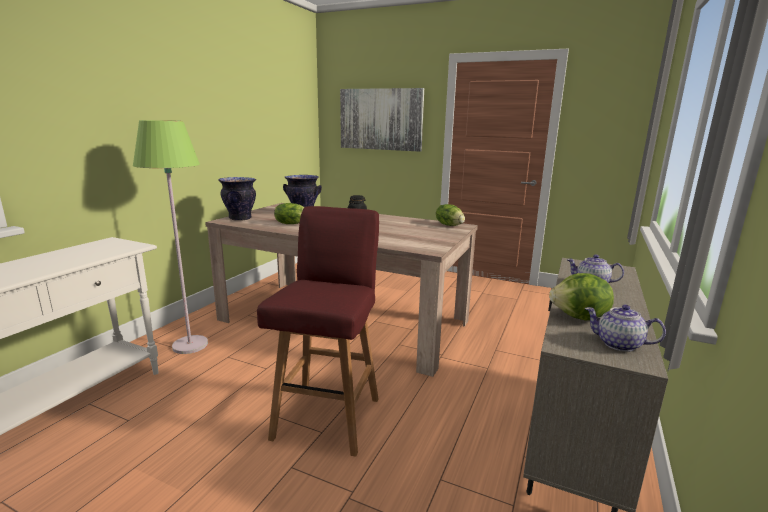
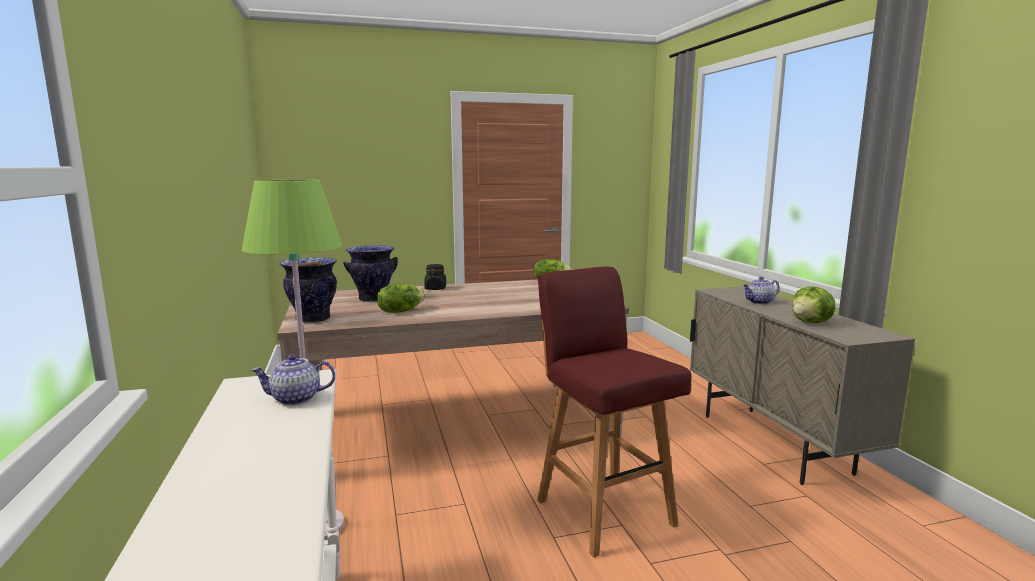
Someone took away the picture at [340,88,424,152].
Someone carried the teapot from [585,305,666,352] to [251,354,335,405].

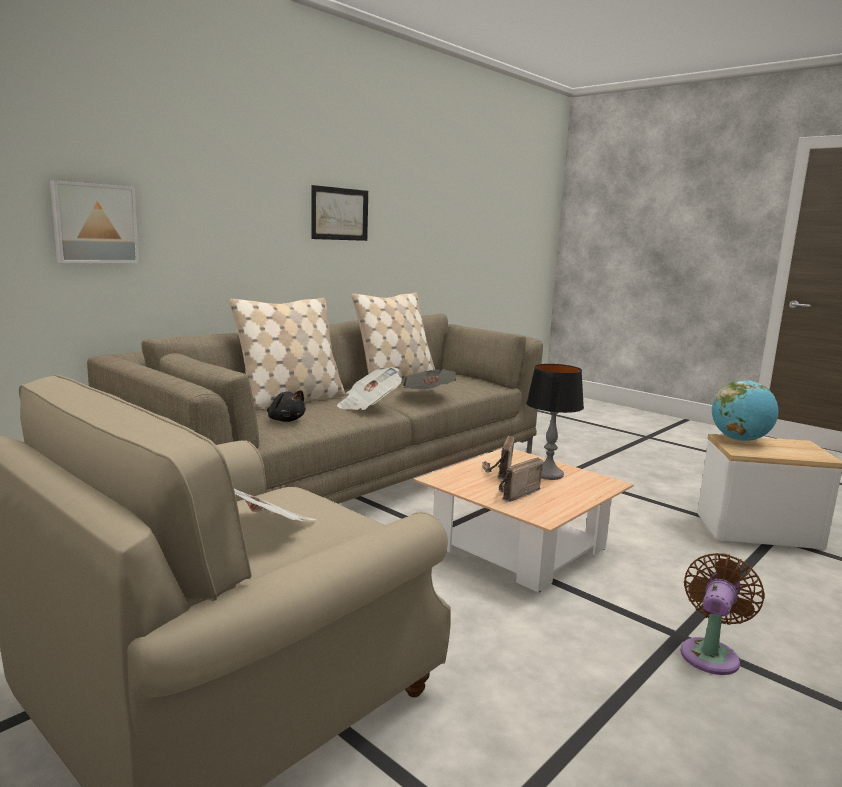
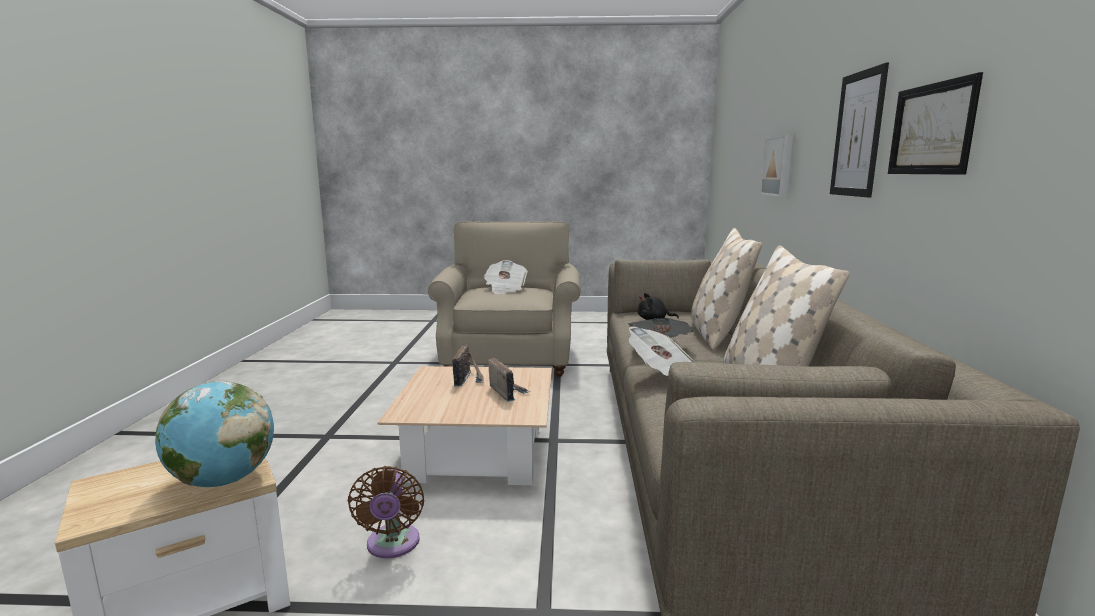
Someone took away the table lamp at [526,364,584,480].
Someone carried the brown fan from [680,553,765,675] to [348,466,424,558].
Someone put up the picture at [830,62,889,198].

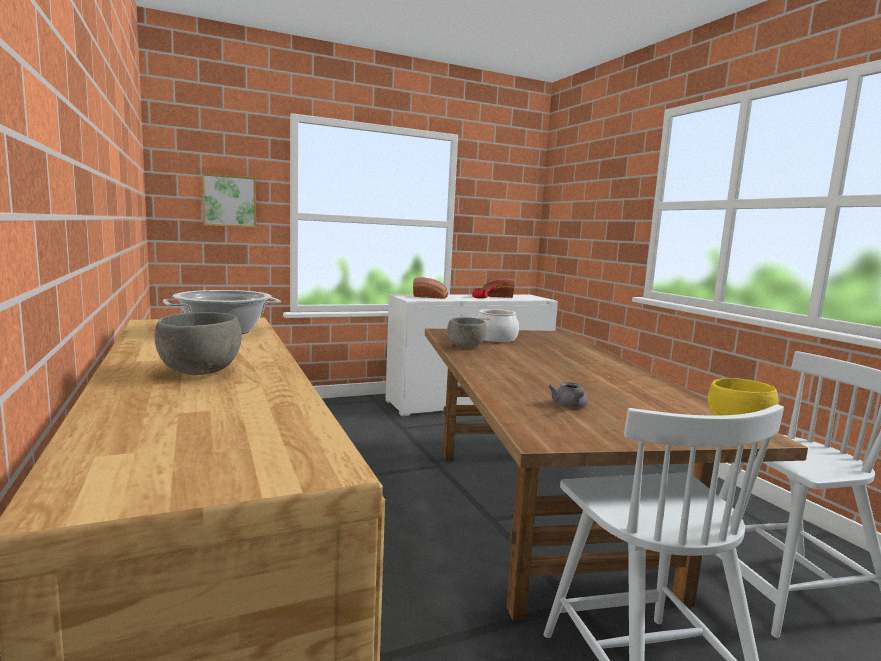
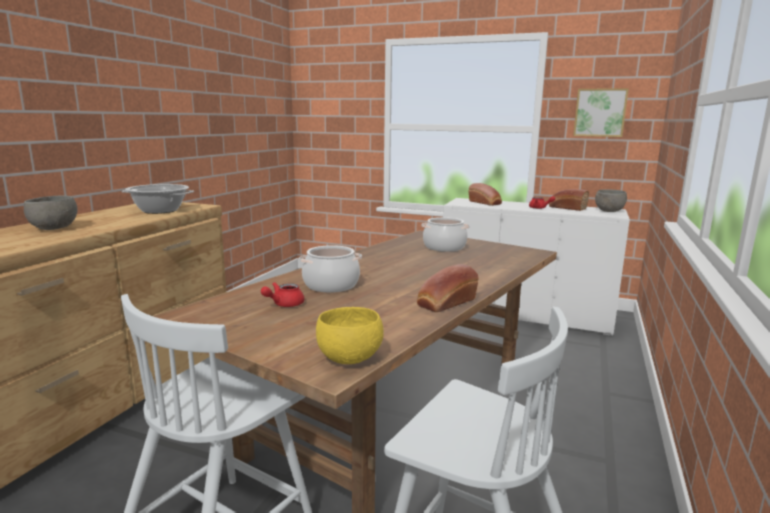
Someone carried the picture from [202,173,256,228] to [573,88,629,137].
Someone carried the grey bowl from [447,317,487,348] to [595,189,627,212].
Someone repainted the grey teapot at [549,382,588,408], which became the red teapot at [261,282,304,307].
Someone put down the cooking pot at [299,245,362,293].
Someone put down the bread at [417,264,479,312].

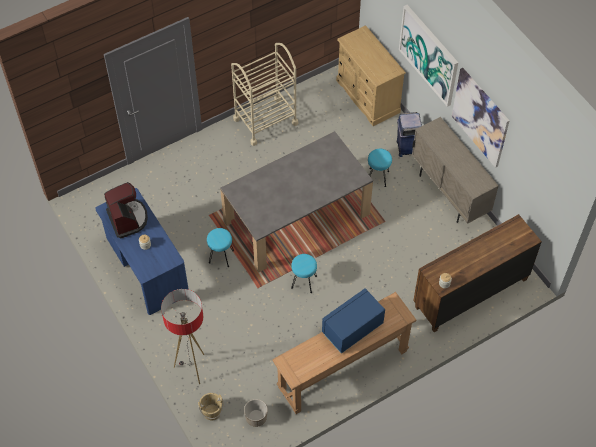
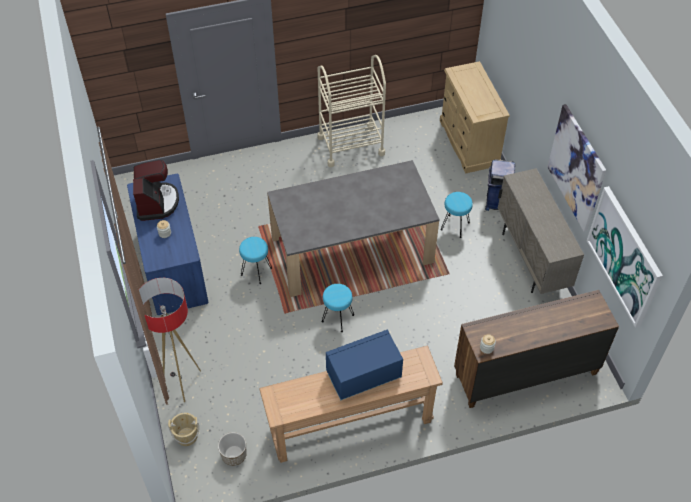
Someone carried the picture from [399,5,458,107] to [587,186,663,328].

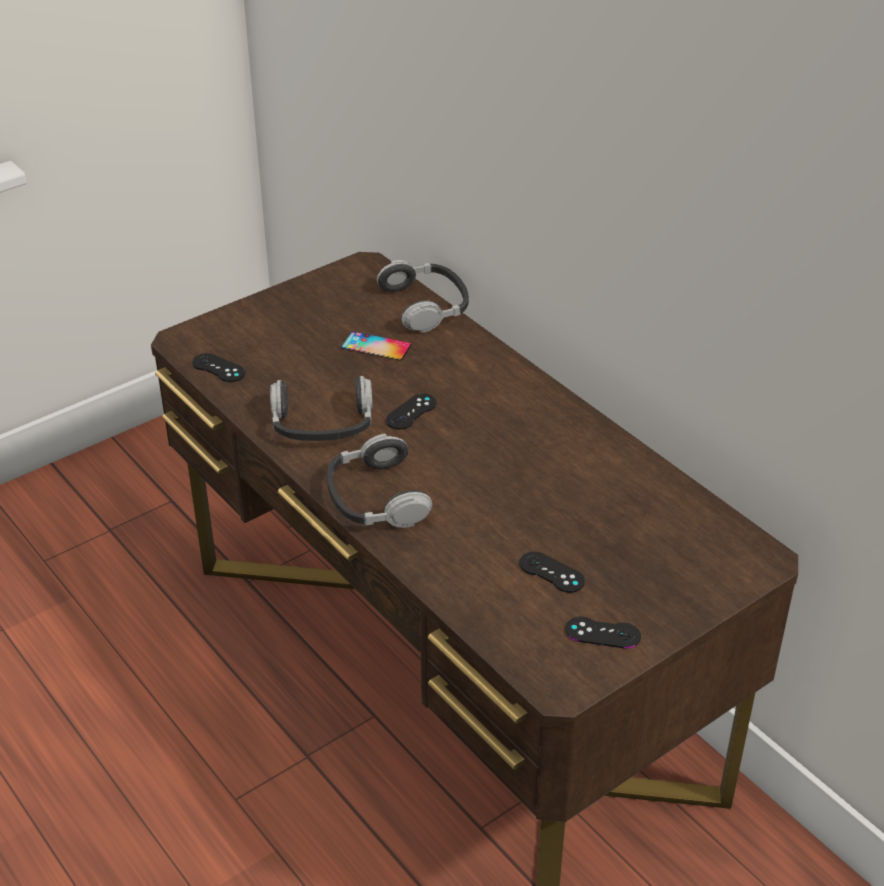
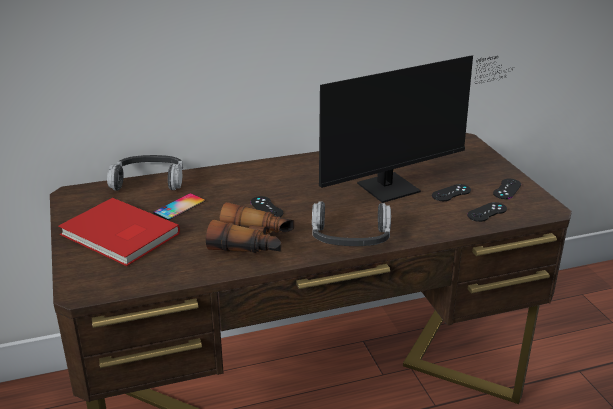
Someone carried the black game controller from [192,353,245,382] to [467,202,507,222].
Someone swapped the headphones at [270,376,372,441] for the binoculars at [206,202,294,253].
Someone put down the monitor at [319,55,513,203].
Someone put down the red book at [58,198,180,266].

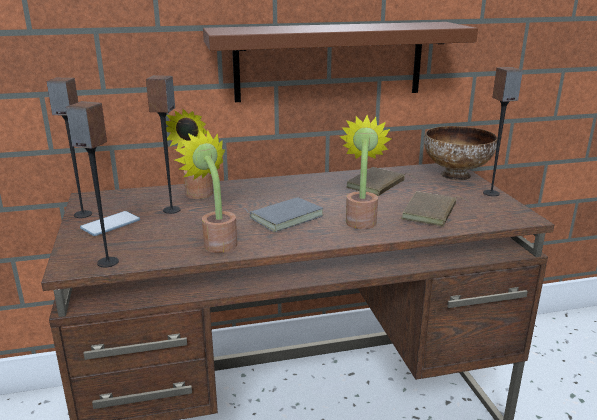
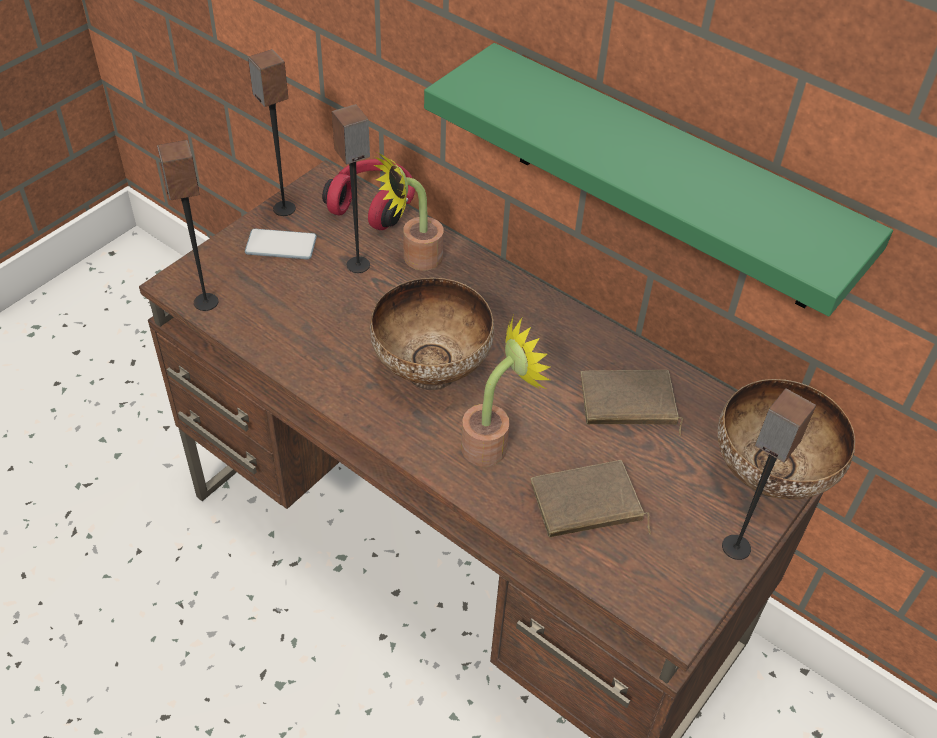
Someone repainted the brown shelf at [203,22,478,102], which became the green shelf at [424,43,893,317].
Someone took away the potted plant at [175,129,237,253].
Someone swapped the grey book at [244,197,323,232] for the bowl at [370,278,494,390].
Someone put down the red headphones at [322,159,415,230].

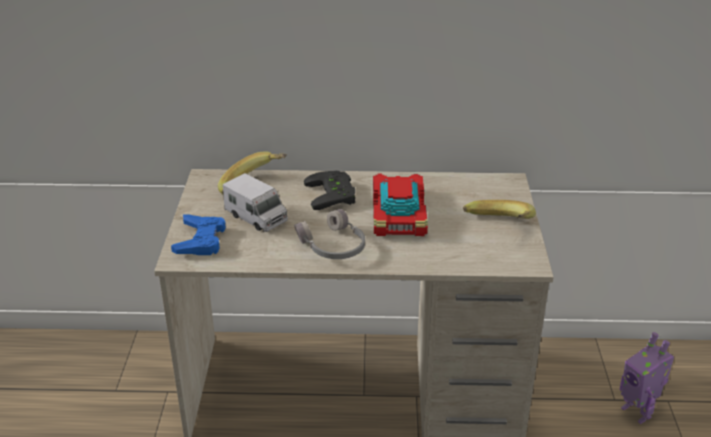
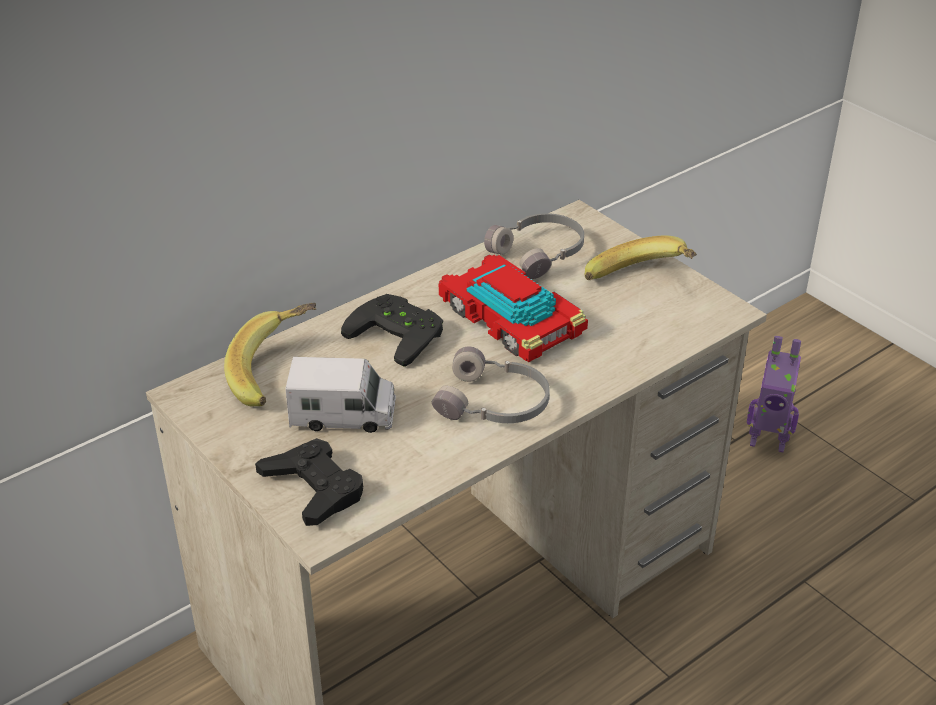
Someone repainted the blue game controller at [171,214,226,255], which became the black game controller at [255,438,363,526].
Someone put down the grey headphones at [484,213,584,279].

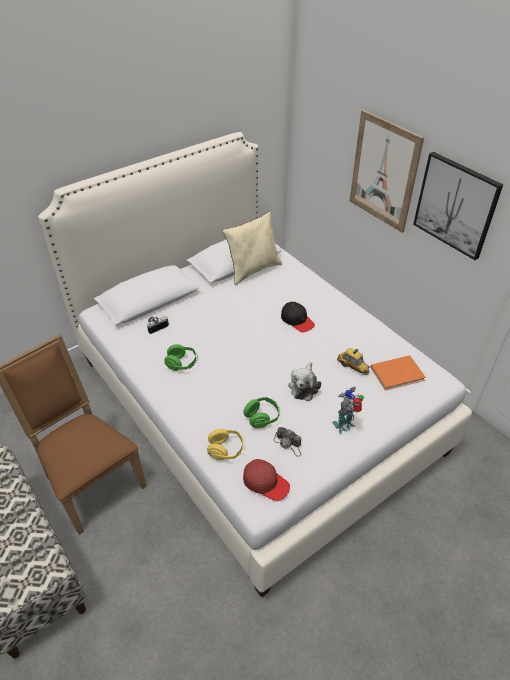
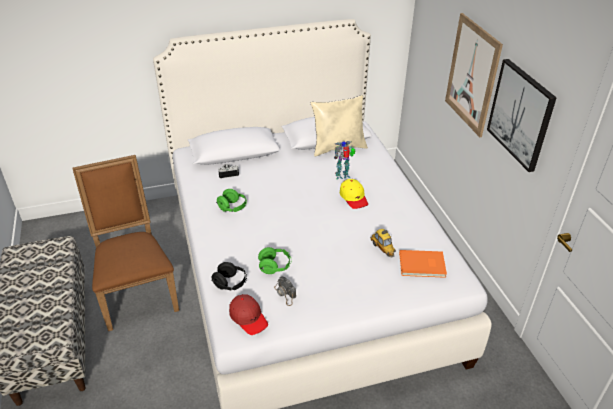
Someone repainted the black cap at [281,302,315,333], which became the yellow cap at [340,179,368,209].
Someone took away the plush toy at [288,362,321,401].
Someone carried the toy robot from [332,387,364,434] to [334,141,356,180].
Someone repainted the yellow headphones at [207,429,244,460], which became the black headphones at [211,262,247,290].

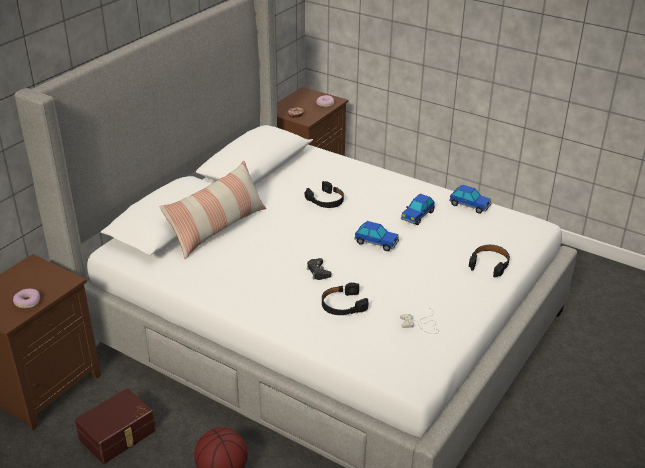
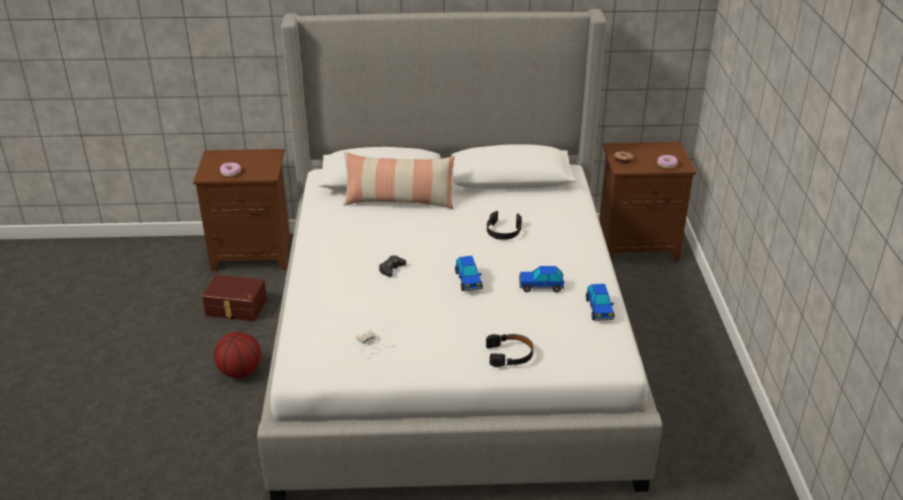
Someone took away the black headphones at [322,283,369,315].

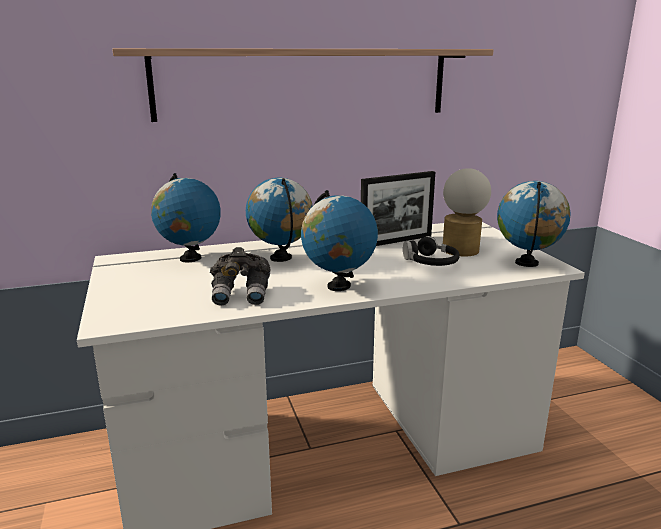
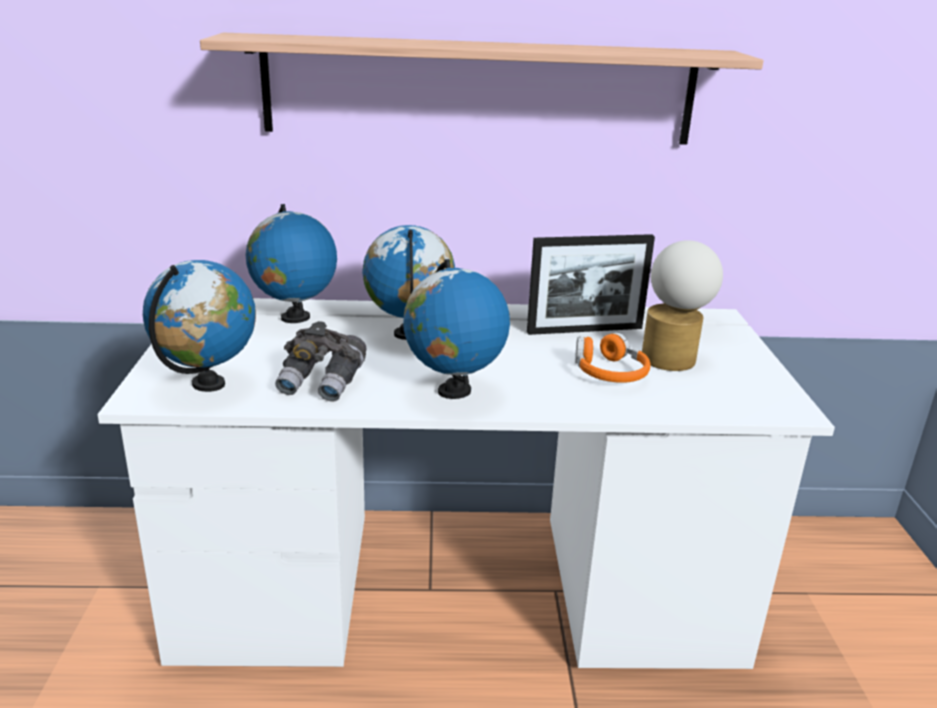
Someone carried the globe from [497,181,571,267] to [143,260,256,392].
Someone repainted the black headphones at [403,236,460,266], which became the orange headphones at [575,332,651,383].

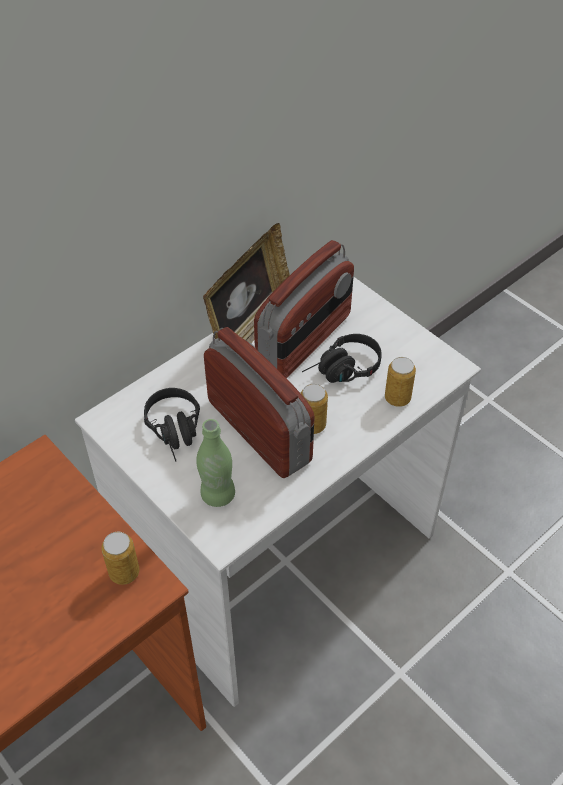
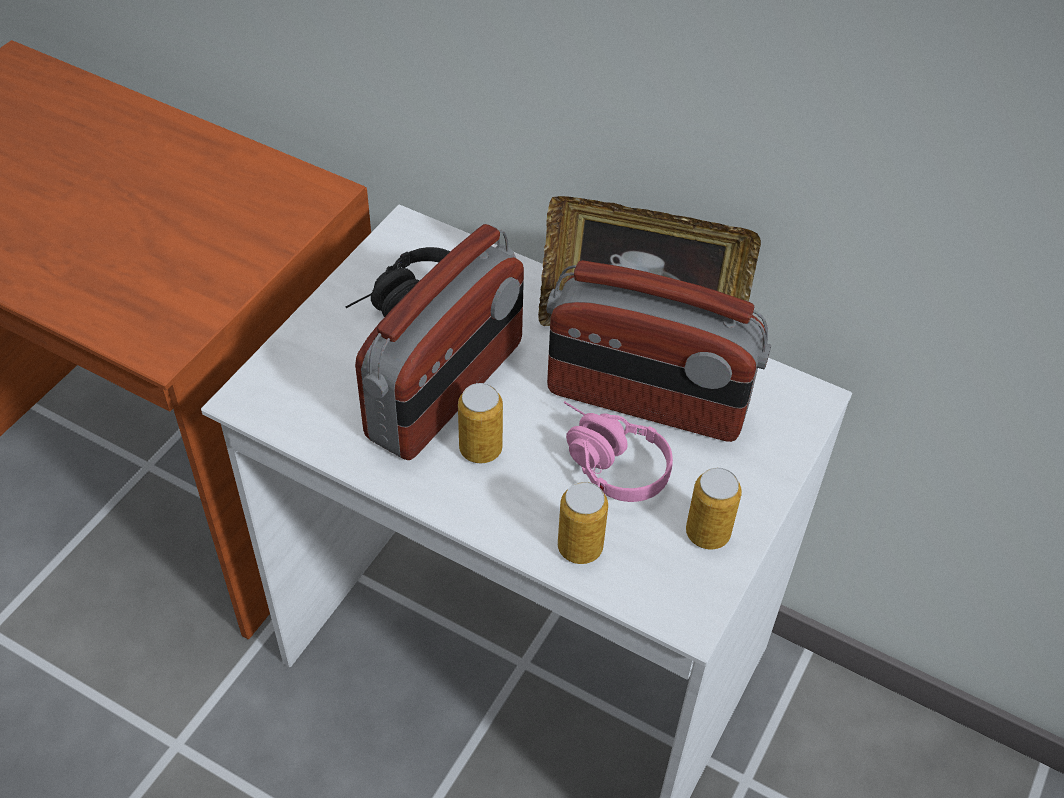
Someone repainted the black headphones at [302,334,382,383], which became the pink headphones at [564,401,673,502].
Someone took away the green bottle at [196,419,235,507].
Someone carried the can from [101,532,139,585] to [686,468,742,549].

